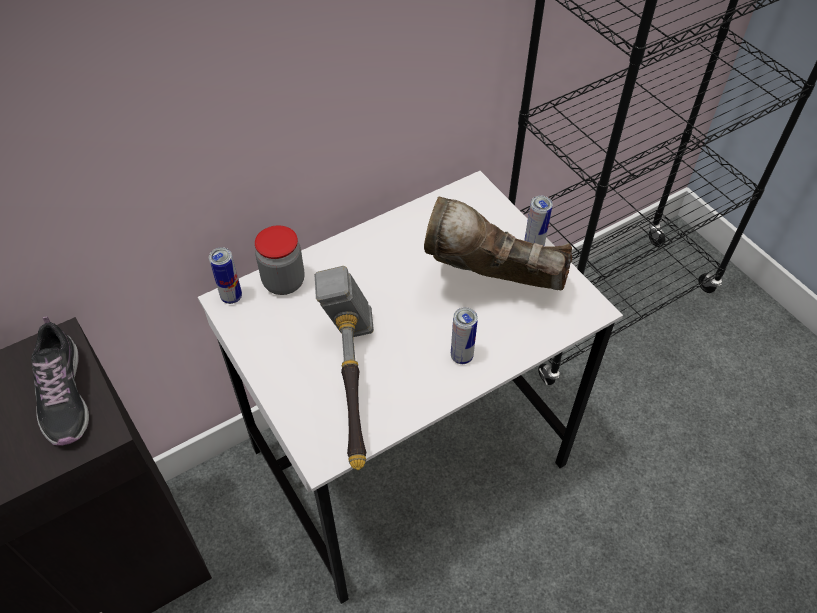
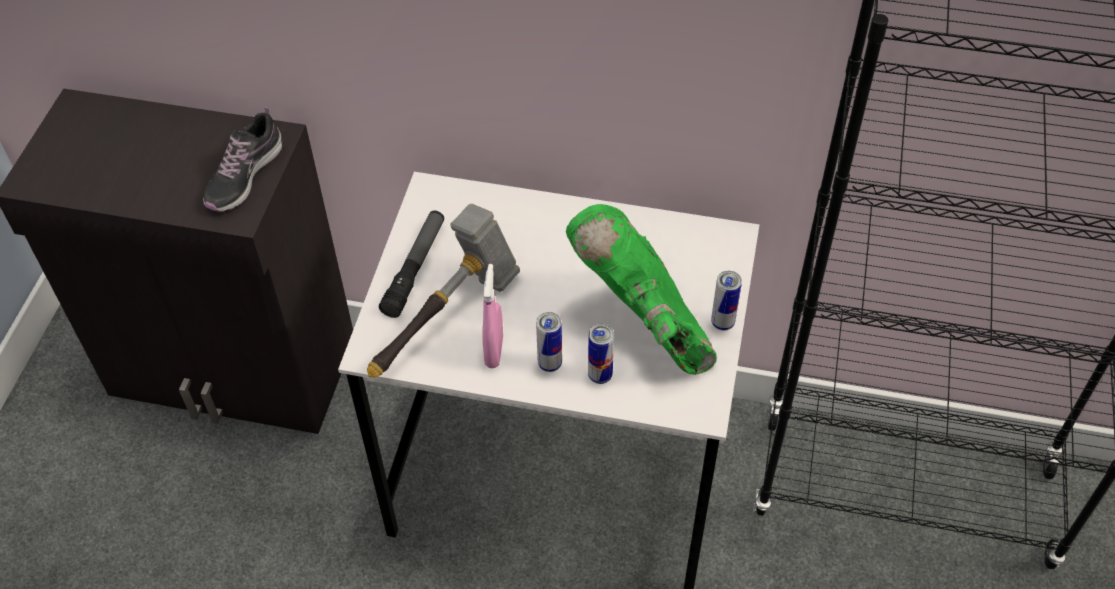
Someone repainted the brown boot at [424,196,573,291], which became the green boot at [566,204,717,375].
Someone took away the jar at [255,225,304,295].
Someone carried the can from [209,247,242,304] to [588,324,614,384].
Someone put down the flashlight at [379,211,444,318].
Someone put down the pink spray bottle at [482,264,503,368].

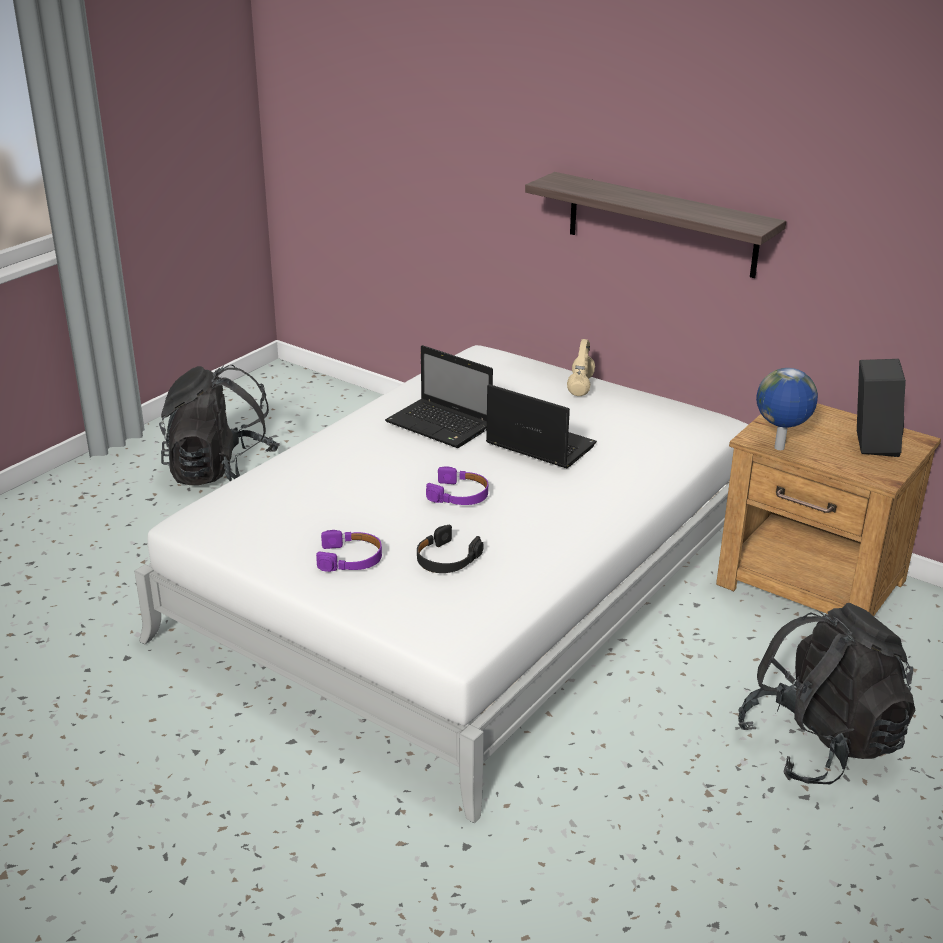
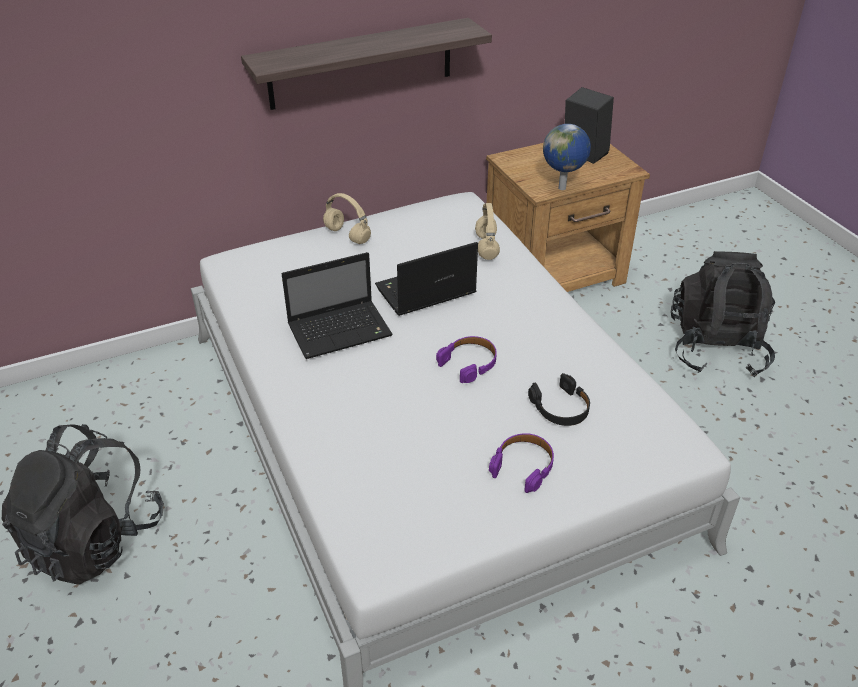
Someone put down the beige headphones at [475,203,500,260].

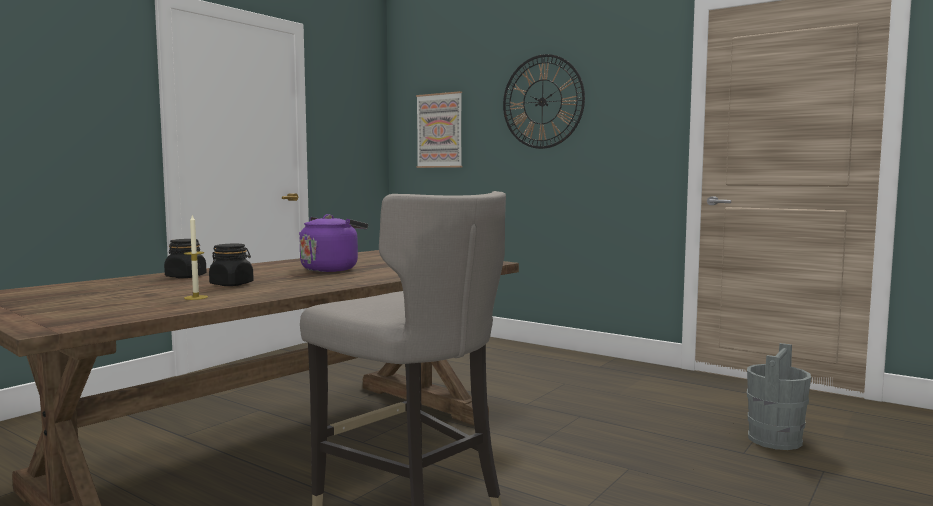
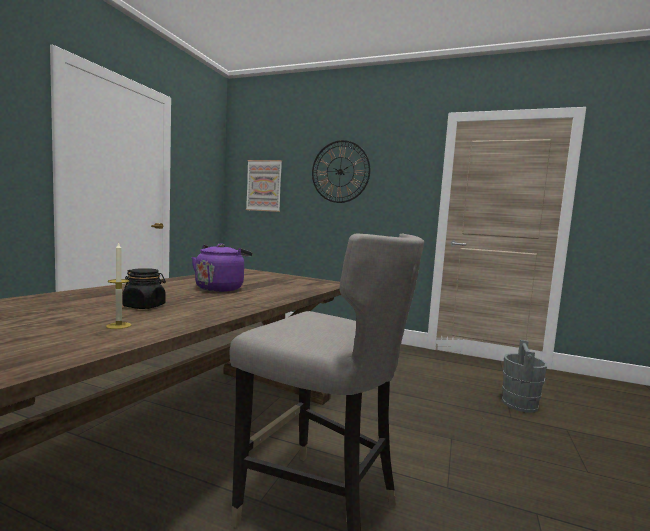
Someone took away the black jar at [164,239,207,278].

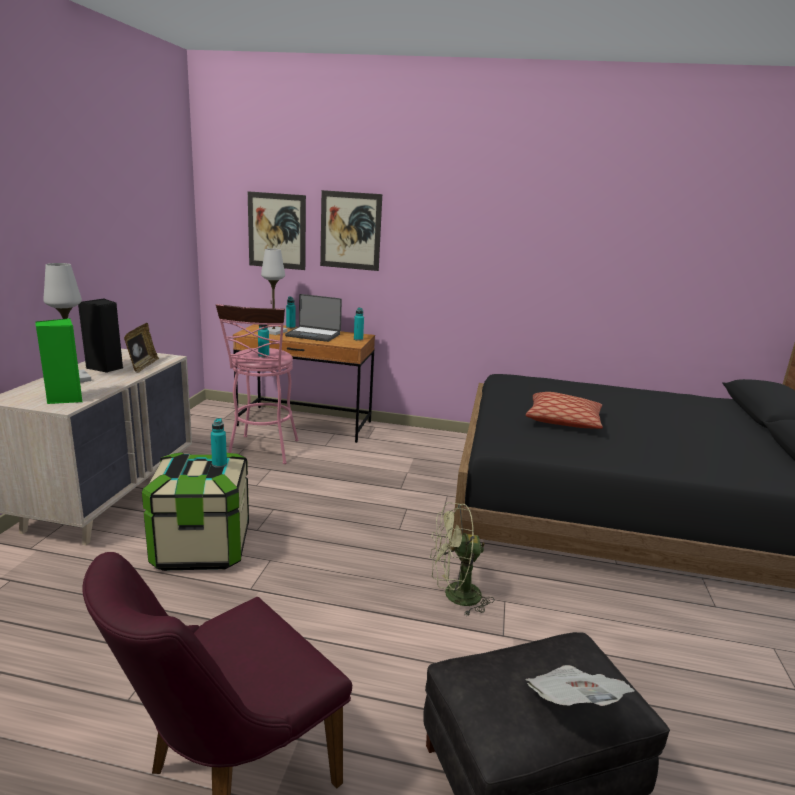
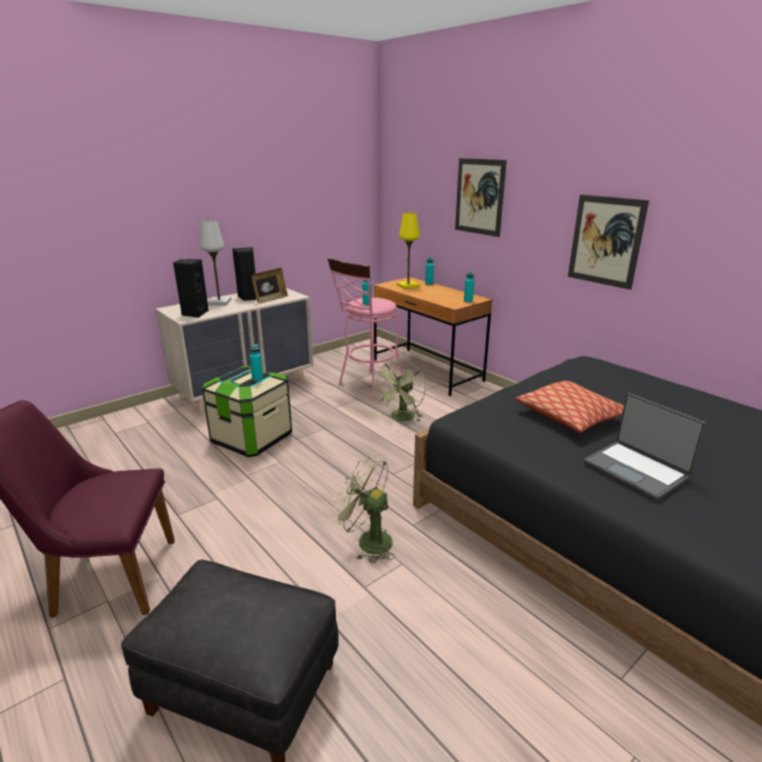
Someone carried the picture from [248,191,306,270] to [568,194,649,290].
Someone repainted the white table lamp at [261,249,288,335], which became the yellow table lamp at [397,213,420,289].
Someone carried the laptop from [285,294,342,342] to [584,393,706,501].
Someone repainted the green speaker at [35,318,82,404], which became the black speaker at [173,259,209,318].
Someone took away the newspaper at [525,665,635,706].
Someone put down the green fan at [375,359,426,422].

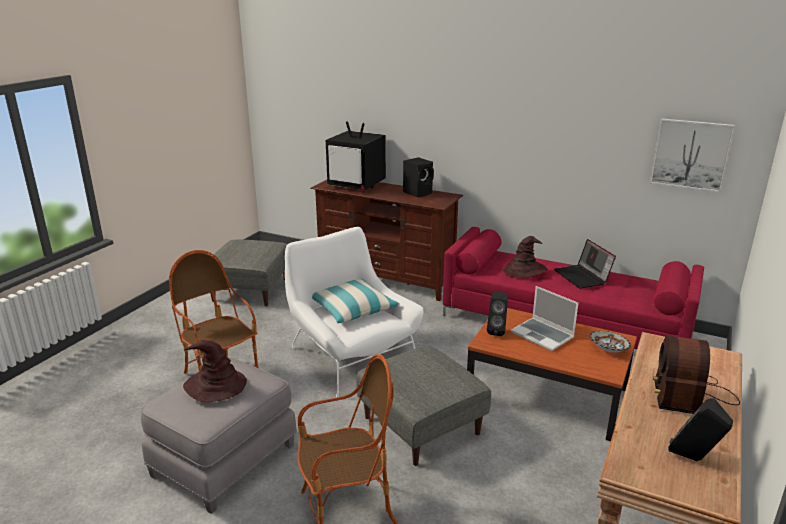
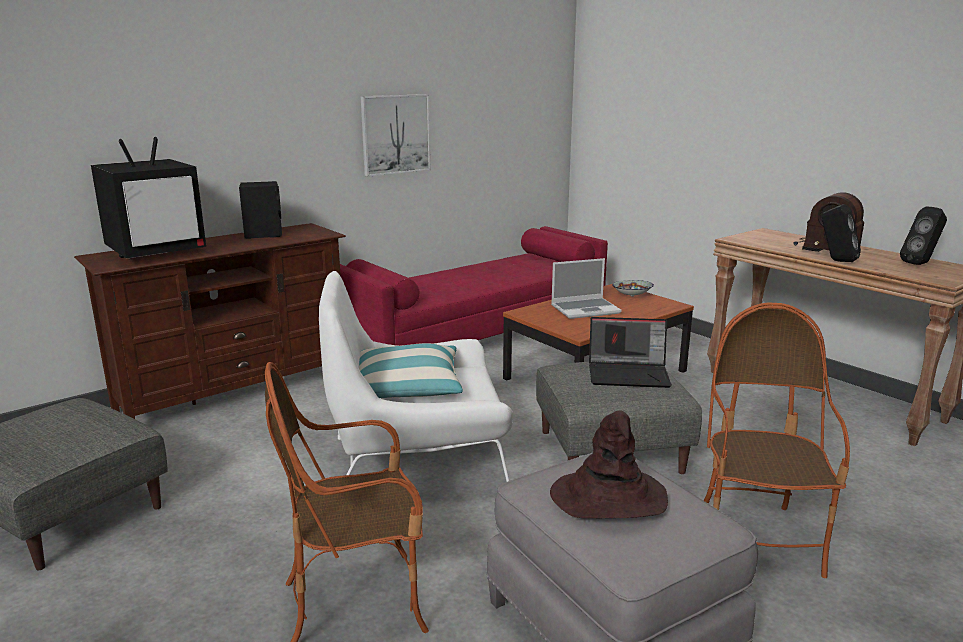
Someone carried the picture from [650,118,735,192] to [361,94,431,177].
Someone took away the brown hat at [503,236,547,279].
Someone carried the laptop from [554,239,616,289] to [589,317,672,388].
Someone carried the black speaker from [487,292,508,336] to [822,204,861,262].

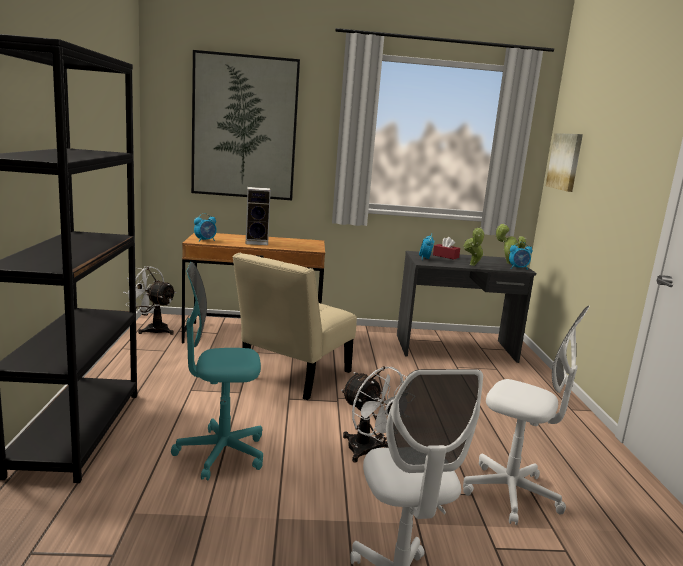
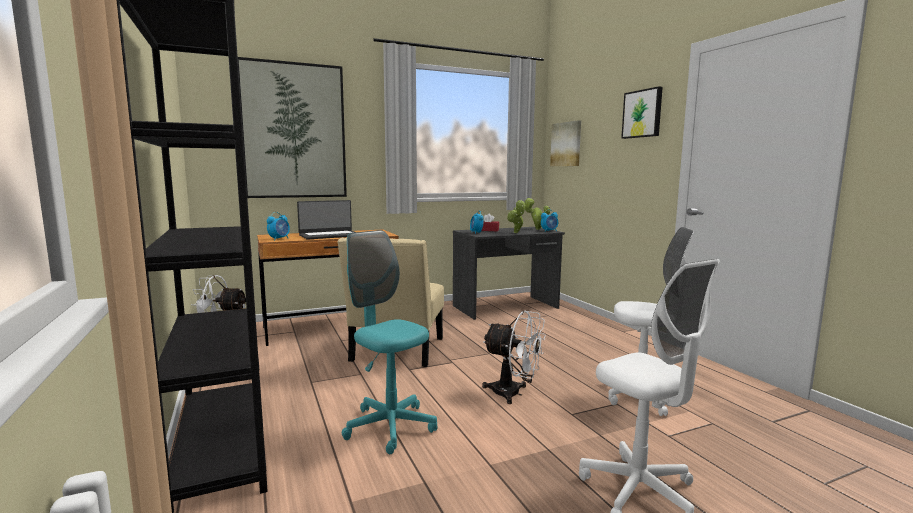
Someone swapped the speaker at [246,187,271,245] for the laptop at [297,200,356,240].
Someone rotated the turquoise office chair at [171,262,263,480] by 75 degrees clockwise.
Someone put up the picture at [621,86,663,139].

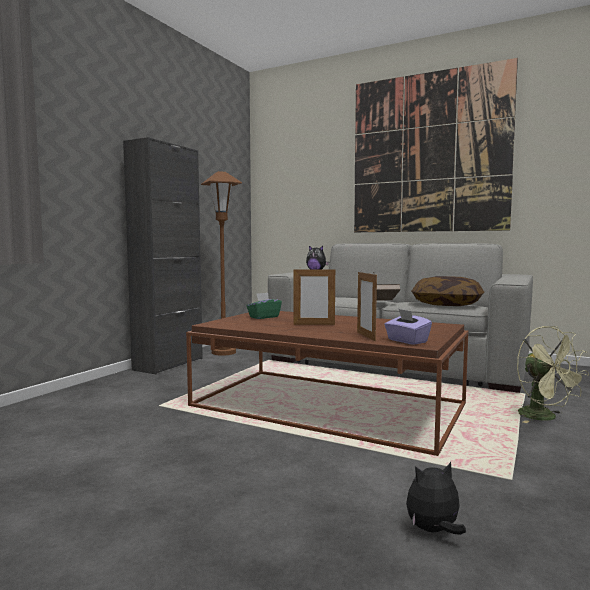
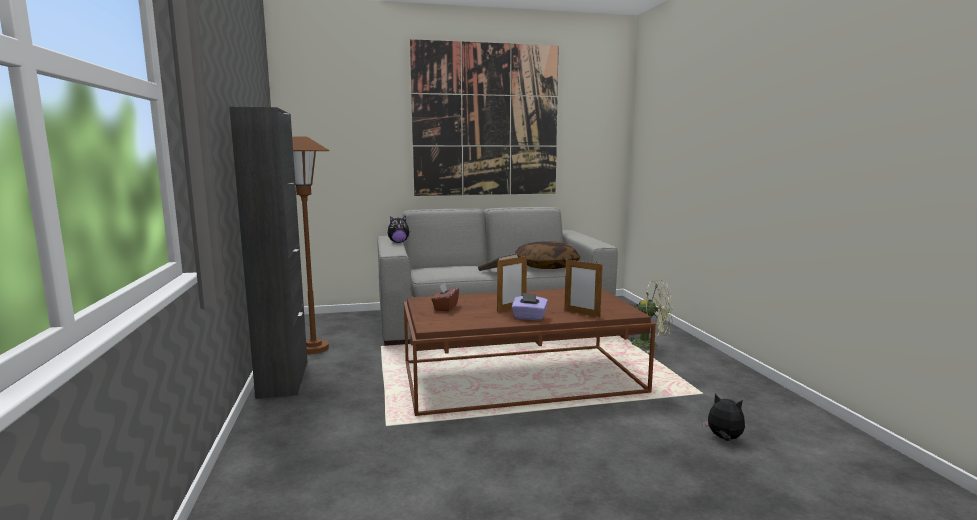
Someone repainted the green tissue box at [246,293,282,319], which became the brown tissue box at [431,282,459,311].
Someone carried the purple tissue box from [384,309,432,345] to [512,293,548,320].
Someone rotated the plush toy at [406,462,466,535] by 90 degrees clockwise.

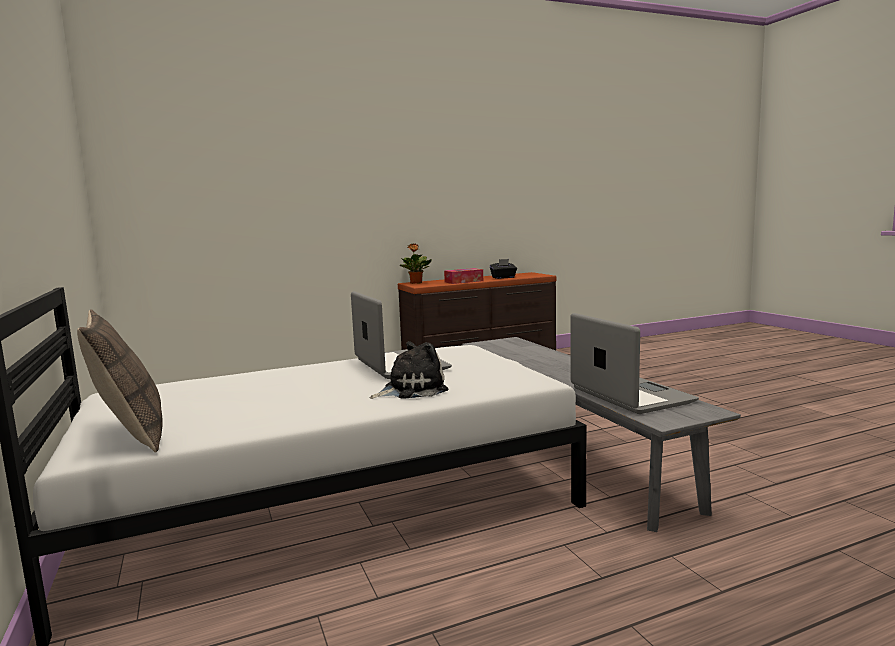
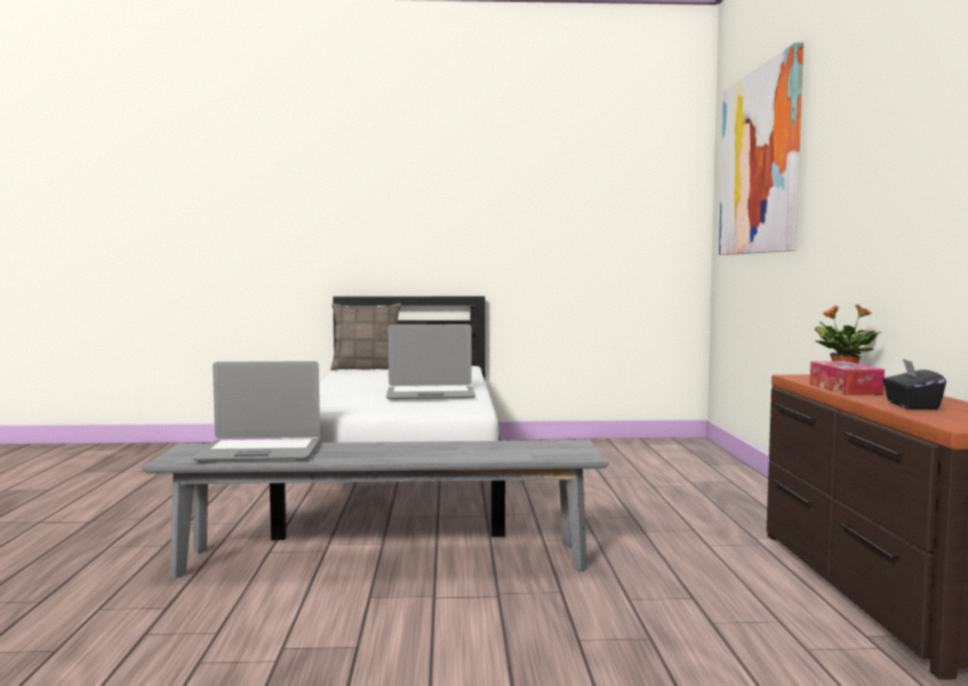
Someone took away the plush toy at [370,341,448,399].
Someone put up the picture at [719,42,804,255].

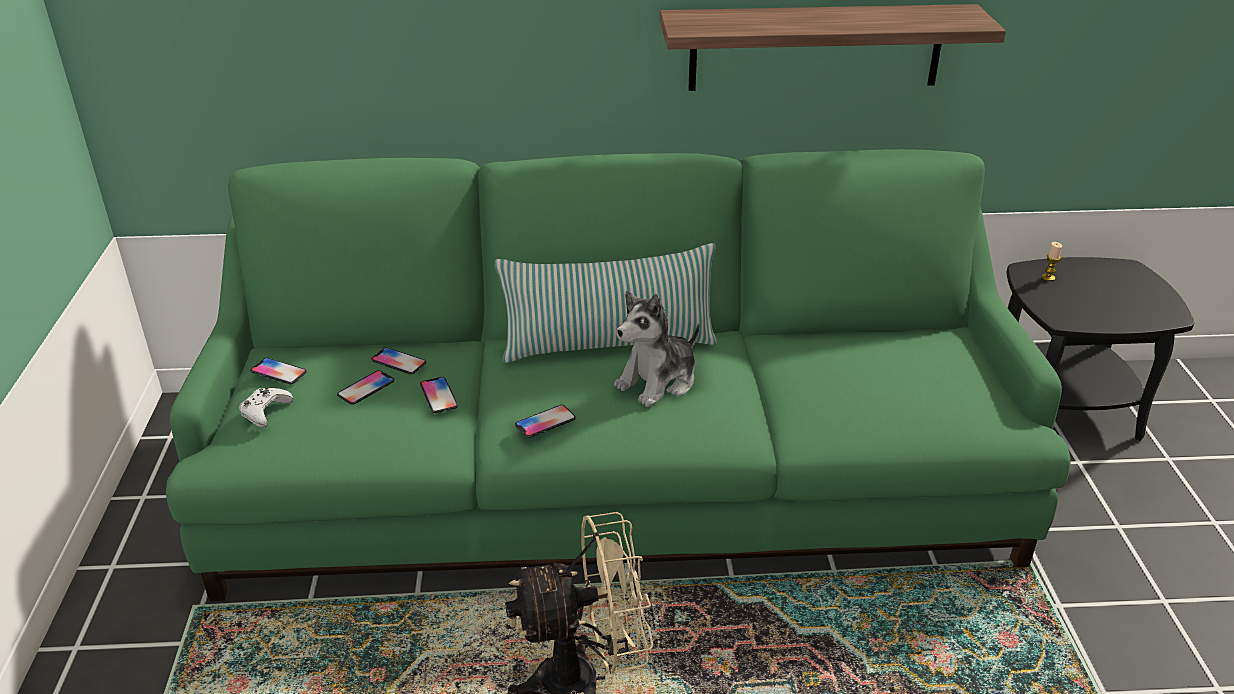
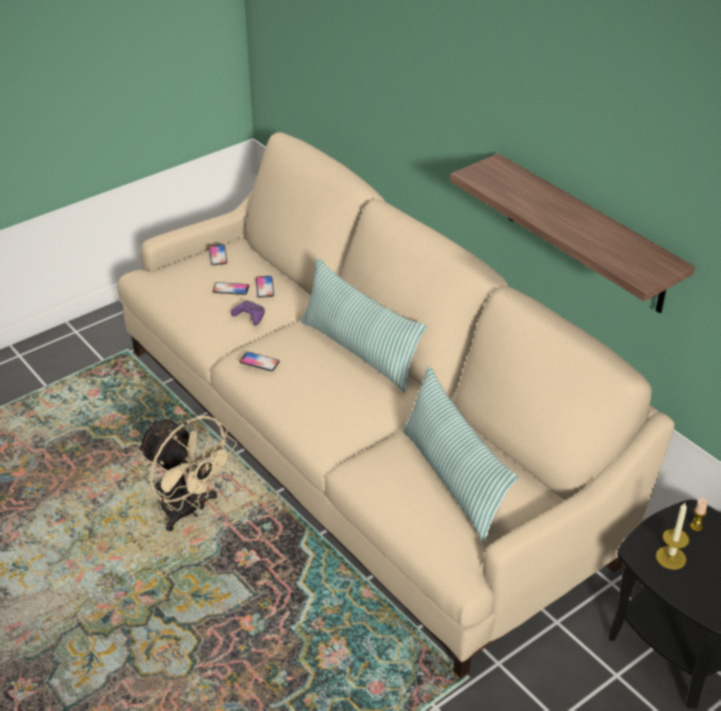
Someone repainted the green sofa at [166,149,1071,601], which became the beige sofa at [117,132,674,679].
Someone took away the plush toy at [614,291,699,407].
Someone swapped the phone at [420,377,458,413] for the purple game controller at [231,300,265,326].
Someone took away the white game controller at [239,388,293,428].
Someone put down the pillow at [402,366,518,543].
Someone put down the candle at [656,503,689,569].

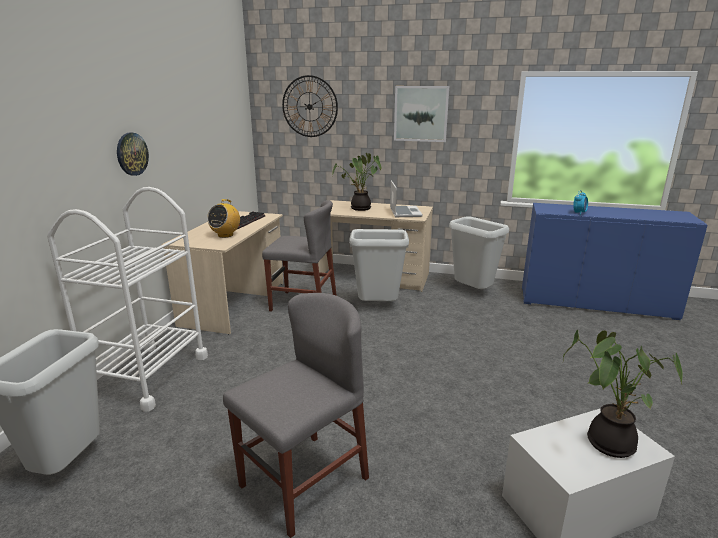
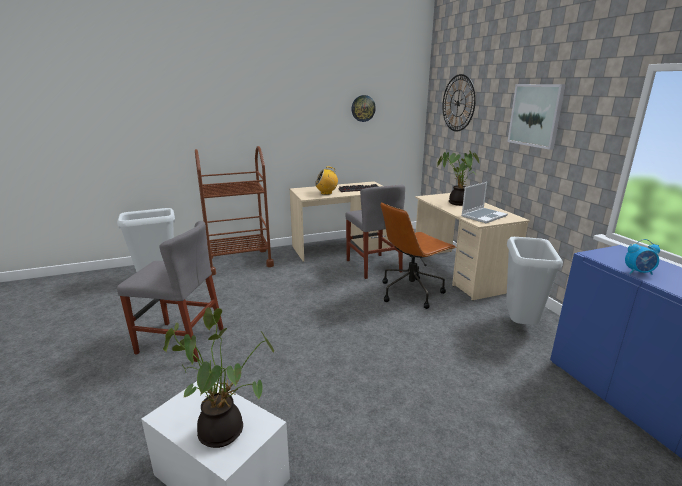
Someone carried the wall clock from [117,132,149,176] to [351,95,376,122].
Someone repainted the white cart at [47,187,208,412], which became the brown cart at [195,146,274,276].
Someone swapped the grey trash can at [349,229,409,301] for the brown office chair at [380,202,456,309].

